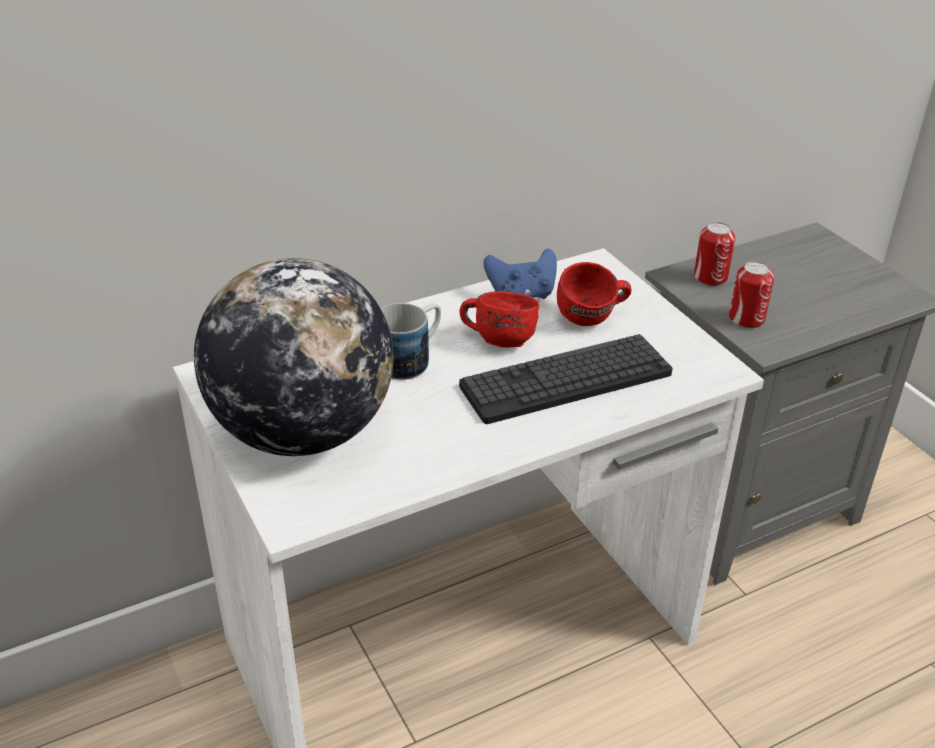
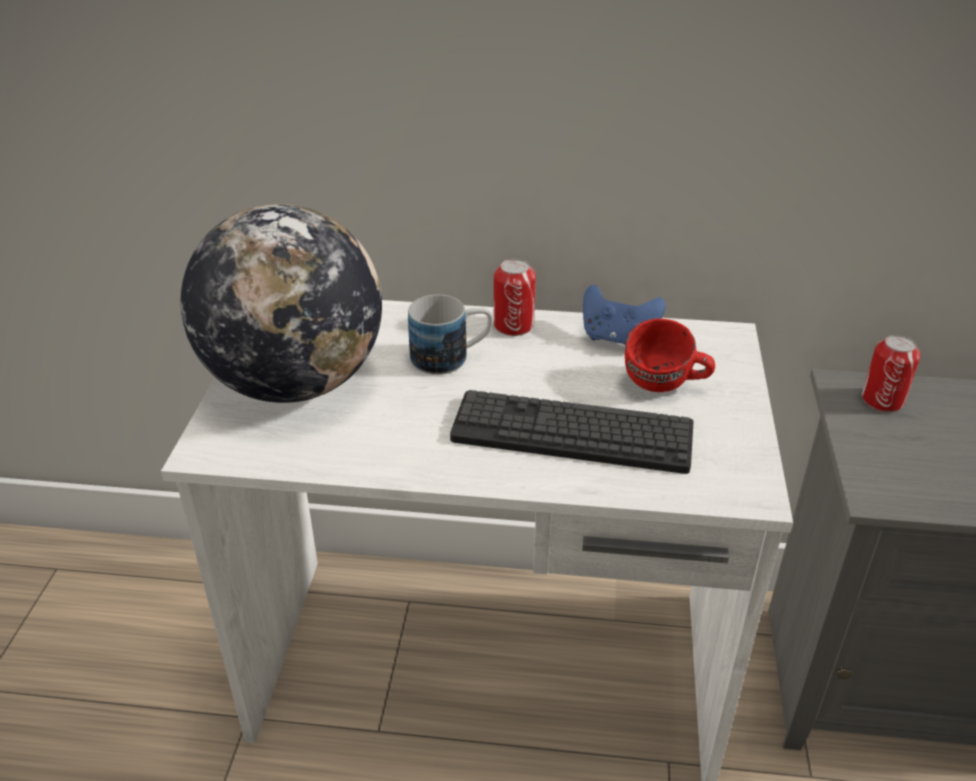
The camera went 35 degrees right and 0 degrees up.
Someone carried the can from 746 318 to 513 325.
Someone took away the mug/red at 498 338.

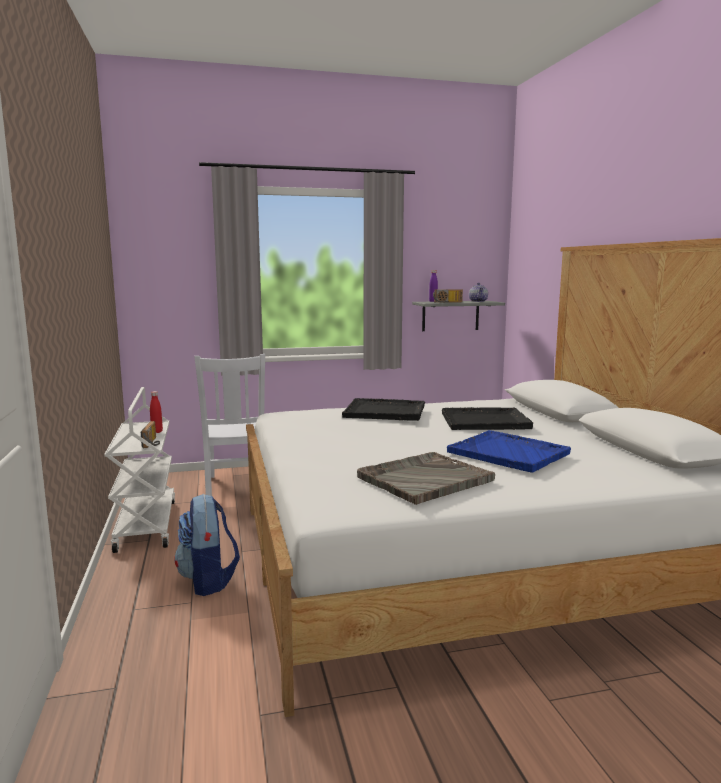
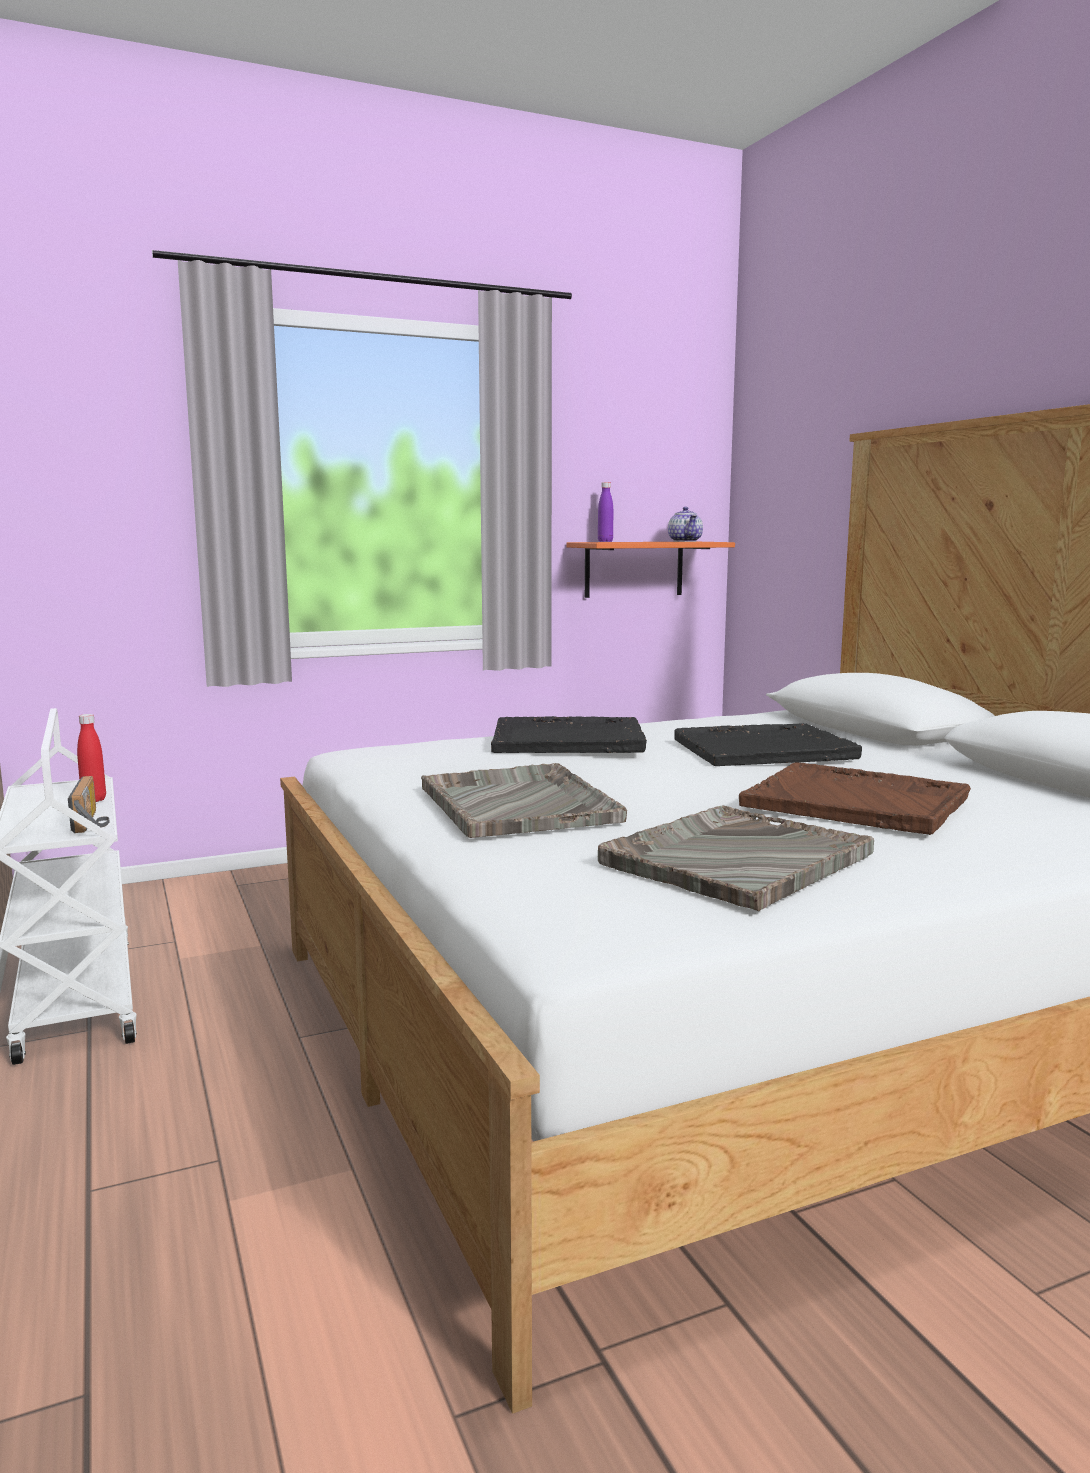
The camera went 10 degrees left and 0 degrees up.
Someone put down the tray/grey at 517 804.
Someone repainted the shelf/grey at 450 315, which became the shelf/orange at 634 569.
Someone repainted the tray/blue at 509 453, which became the tray/brown at 857 802.
Someone took away the backpack at 208 580.
Someone took away the chair/white at 236 487.
Someone took away the radio at 447 302.

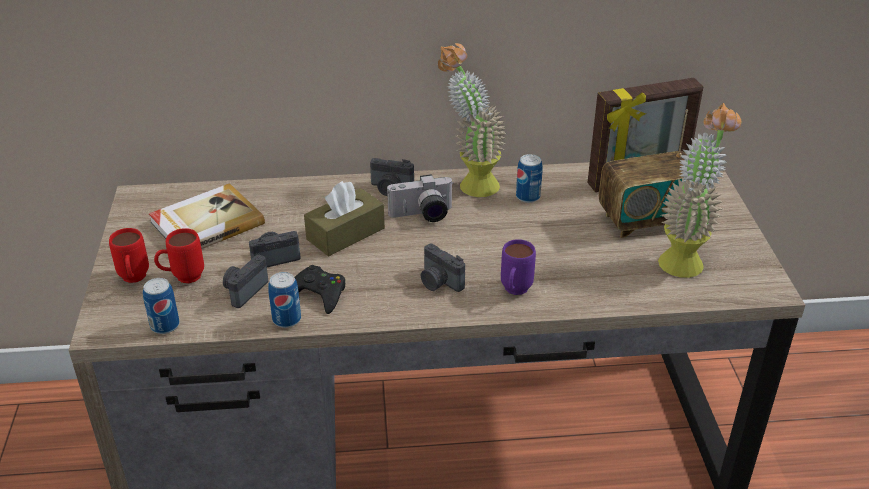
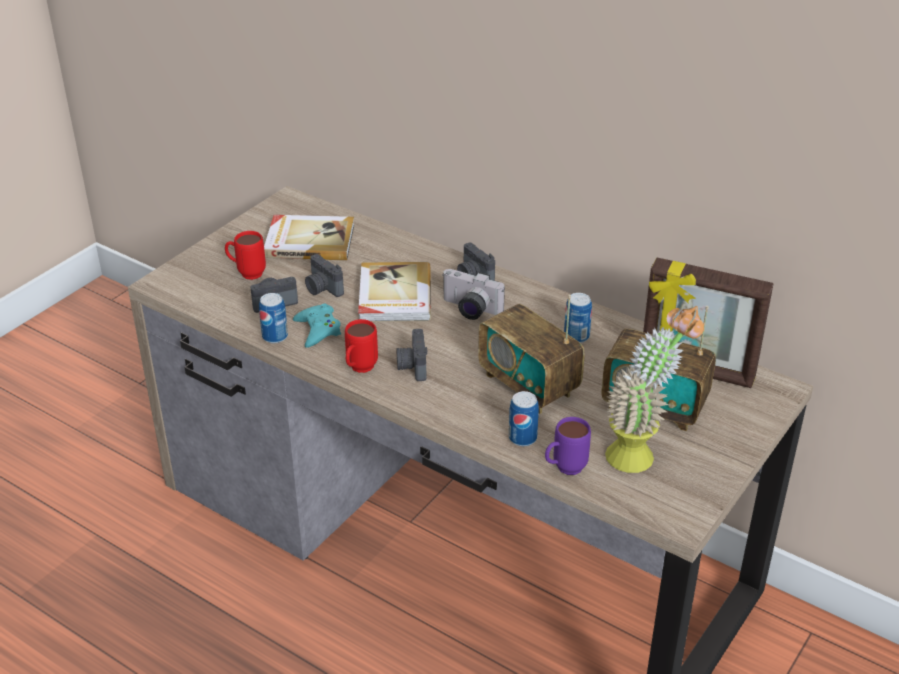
The camera went 40 degrees right and 0 degrees up.
Someone repainted the game controller/black at 318 294, which became the game controller/turquoise at 318 330.
Someone rotated the photo camera at 274 257 by 150 degrees counterclockwise.
Someone carried the mug/red from 134 280 to 359 370.
Someone swapped the tissue box/brown at 345 234 for the book at 393 296.
Someone put down the radio at 529 385.
Someone carried the can from 165 325 to 522 438.
Someone carried the mug/purple from 514 292 to 564 469.
Someone took away the potted plant at 469 183.

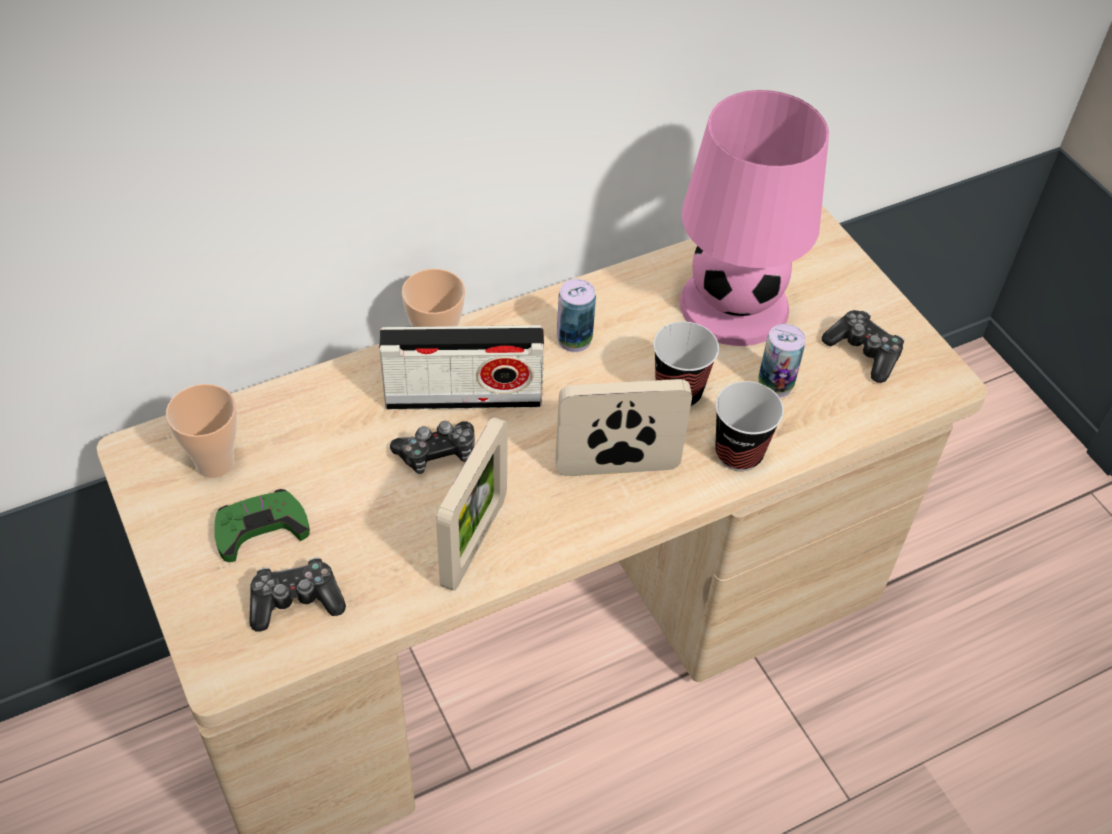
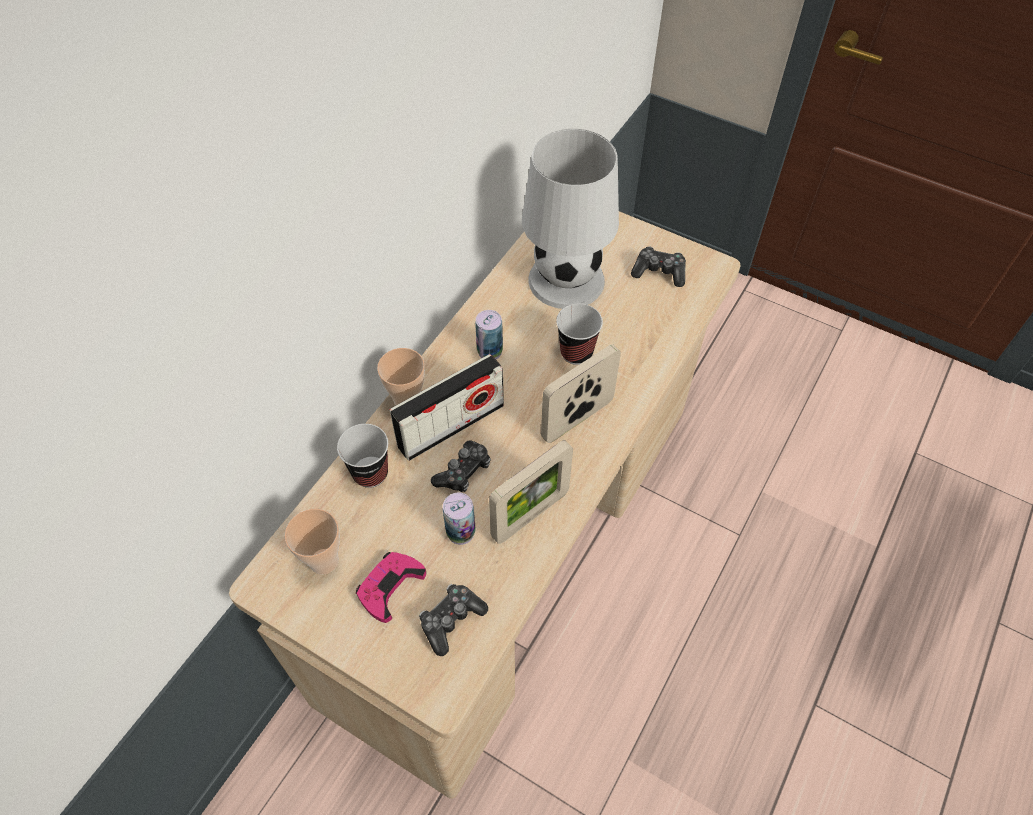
The camera went 30 degrees left and 5 degrees up.
Someone carried the cup from 738 453 to 370 473.
Someone repainted the game controller/green at 260 528, which became the game controller/pink at 390 586.
Someone carried the can from 775 384 to 460 532.
Someone rotated the picture frame at 474 542 by 60 degrees clockwise.
Someone repainted the table lamp/pink at 732 305, which became the table lamp/white at 566 280.

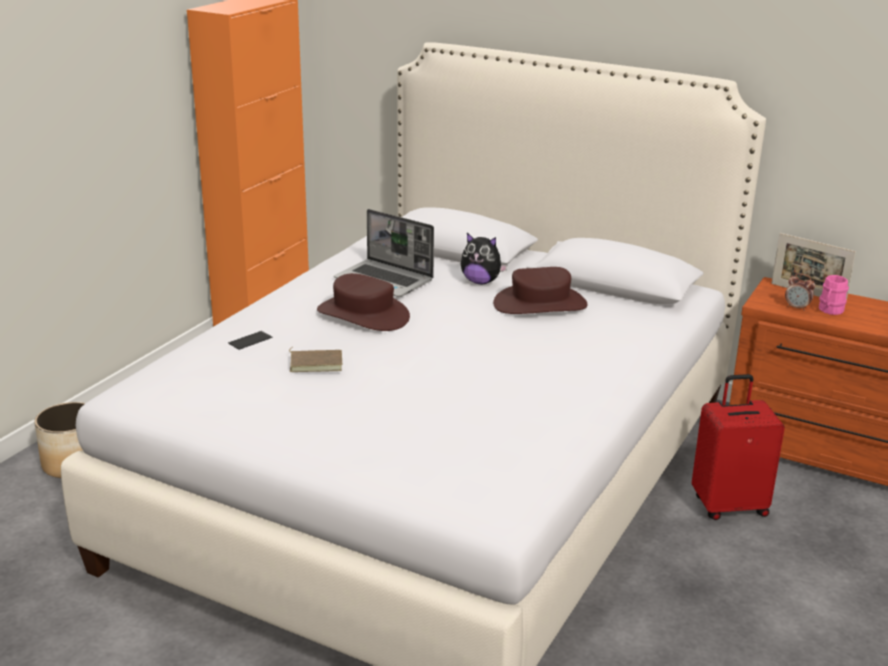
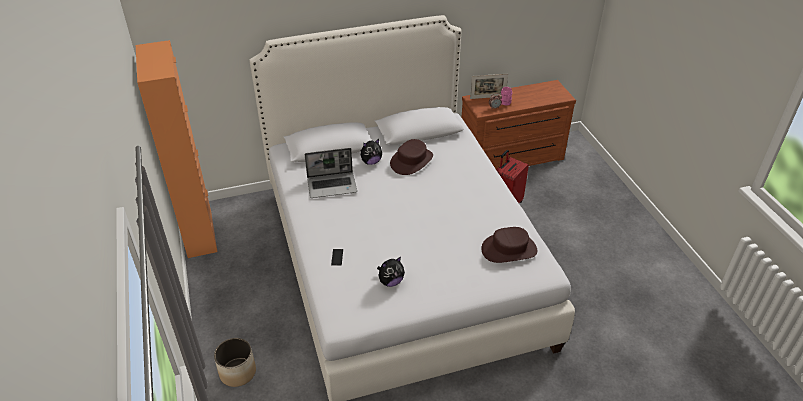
The camera went 45 degrees left and 15 degrees up.
Someone put down the plush toy at 390 281.
Someone carried the hat/brown from 363 314 to 509 249.
Someone took away the book/brown at 316 363.

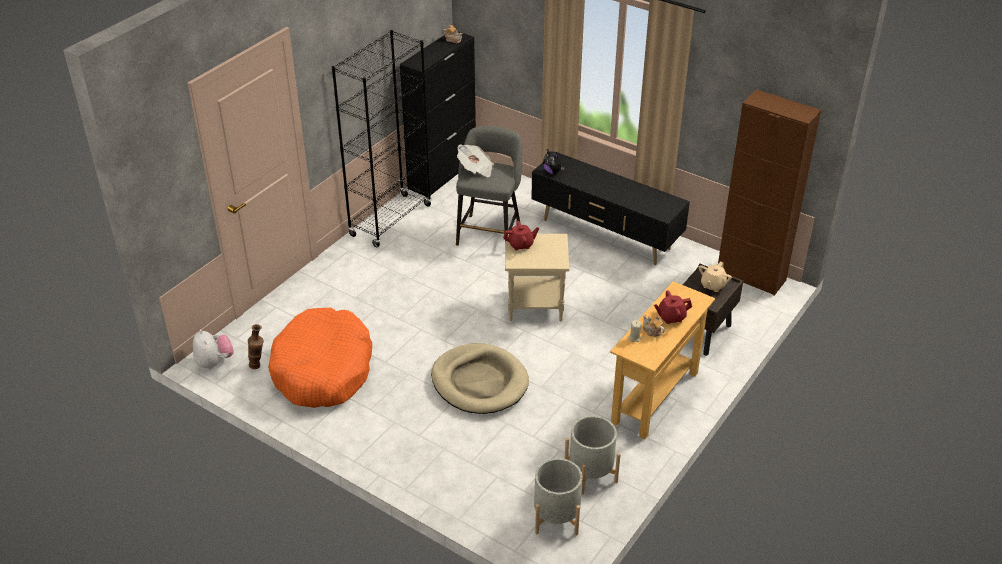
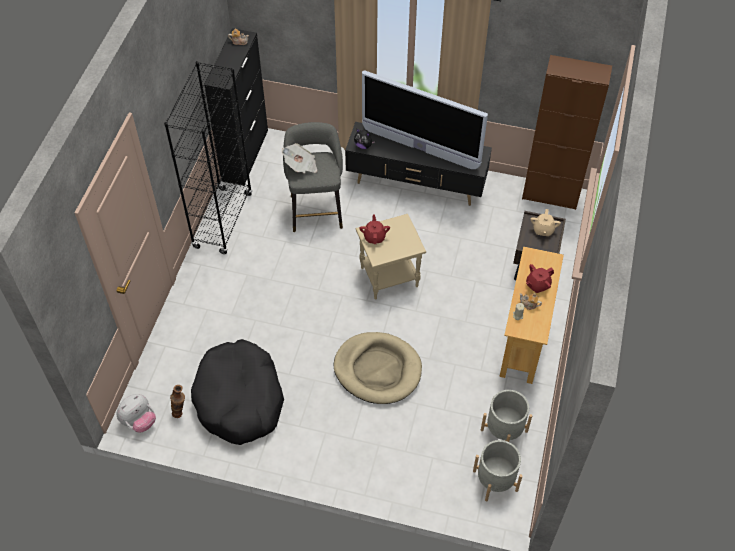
The camera went 20 degrees left and 15 degrees up.
Someone rotated the plush toy at 214 362 by 90 degrees clockwise.
Someone repainted the dog bed/orange at 323 370, which became the dog bed/black at 239 399.
Someone rotated the teapot/red at 521 245 by 60 degrees counterclockwise.
Someone put down the television at 420 149.

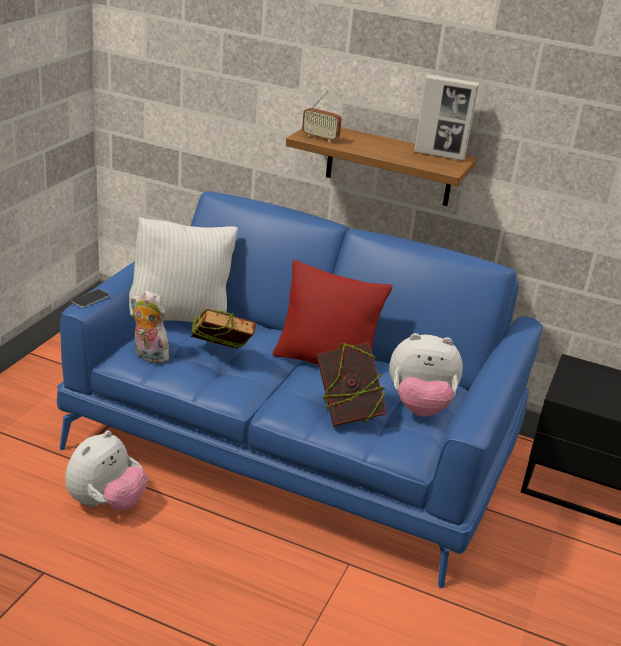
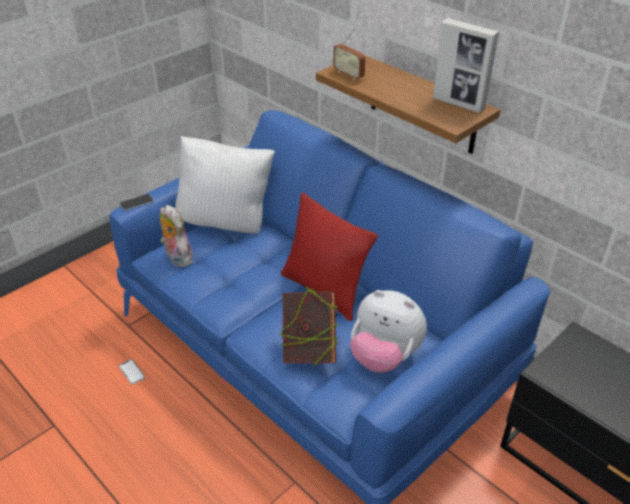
The camera went 25 degrees right and 10 degrees up.
Someone swapped the plush toy at 106 503 for the phone at 132 372.
Someone took away the book at 221 358.

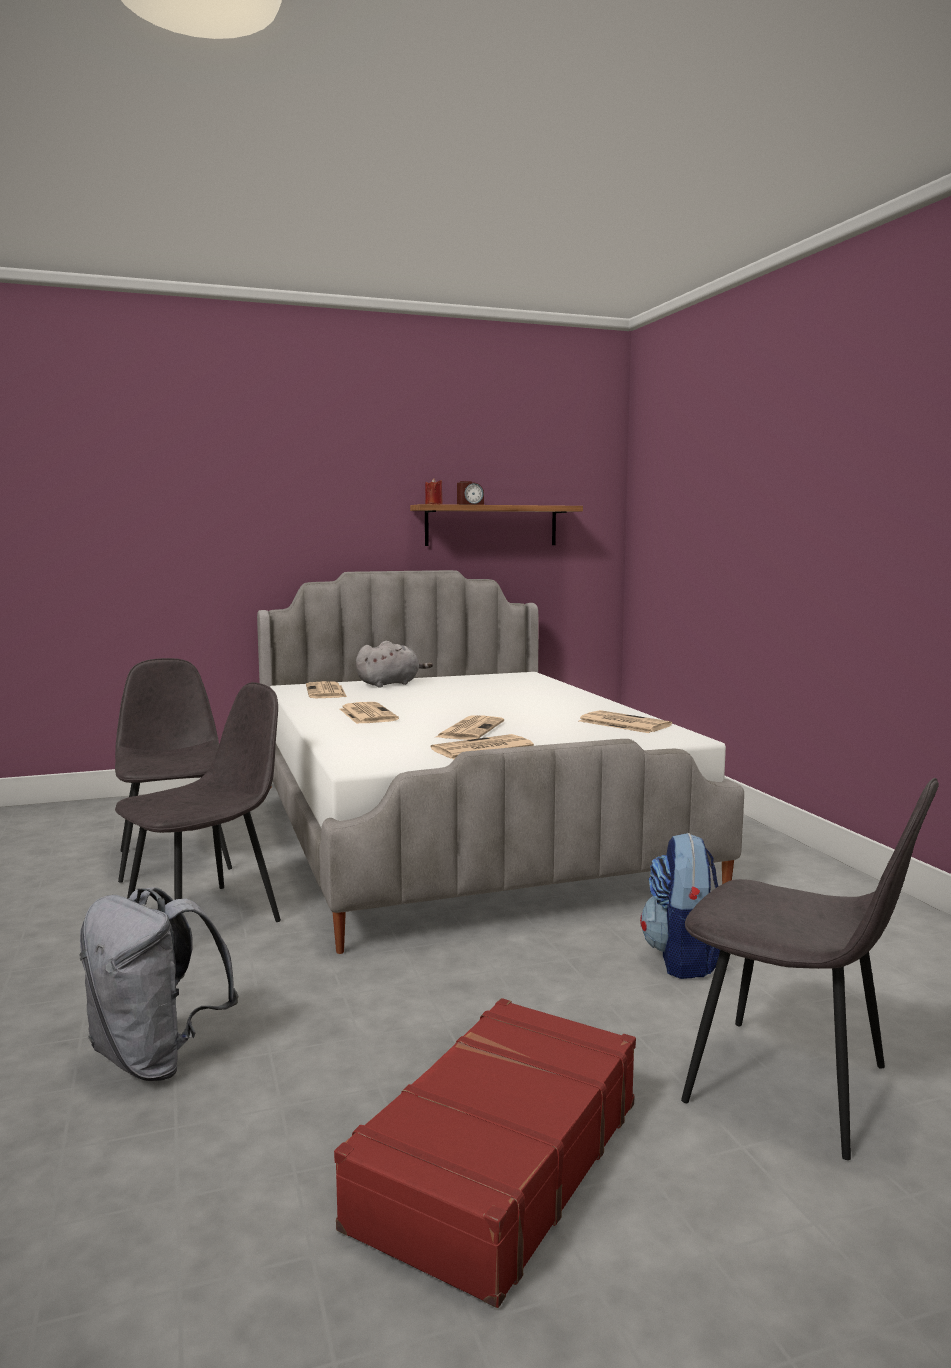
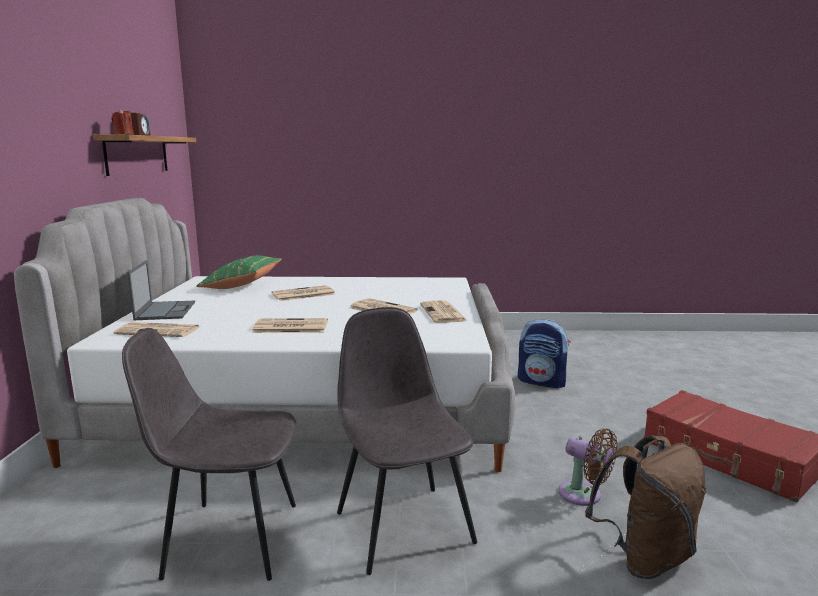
The camera went 70 degrees left and 5 degrees up.
Someone swapped the plush toy/grey at 390 684 for the laptop at 165 310.
Someone put down the pillow/green at 241 285.
Someone carried the newspaper from 622 723 to 302 294.
Someone put down the fan/brown at 584 495.
Someone repainted the backpack/grey at 156 1058, which became the backpack/brown at 644 557.
Someone took away the chair/grey at 793 1086.

